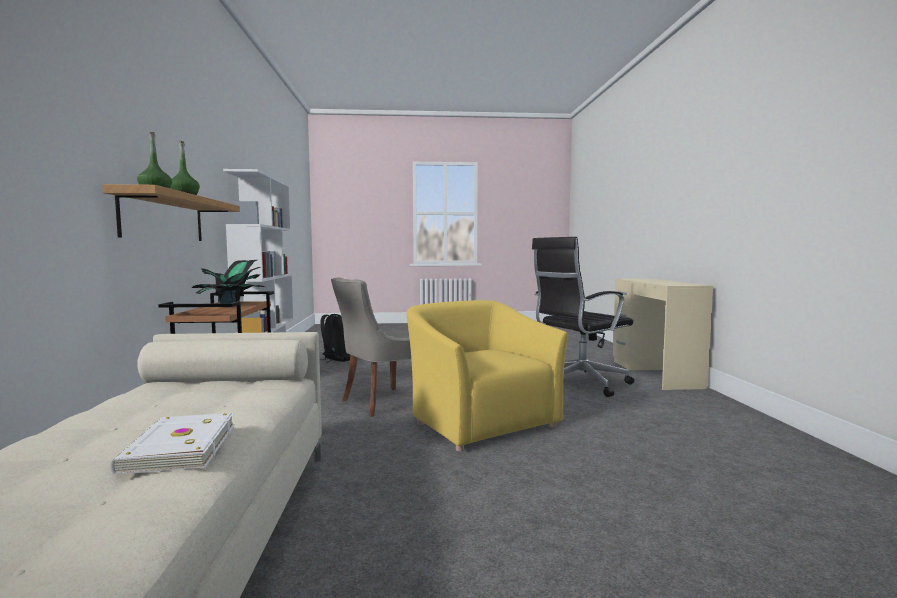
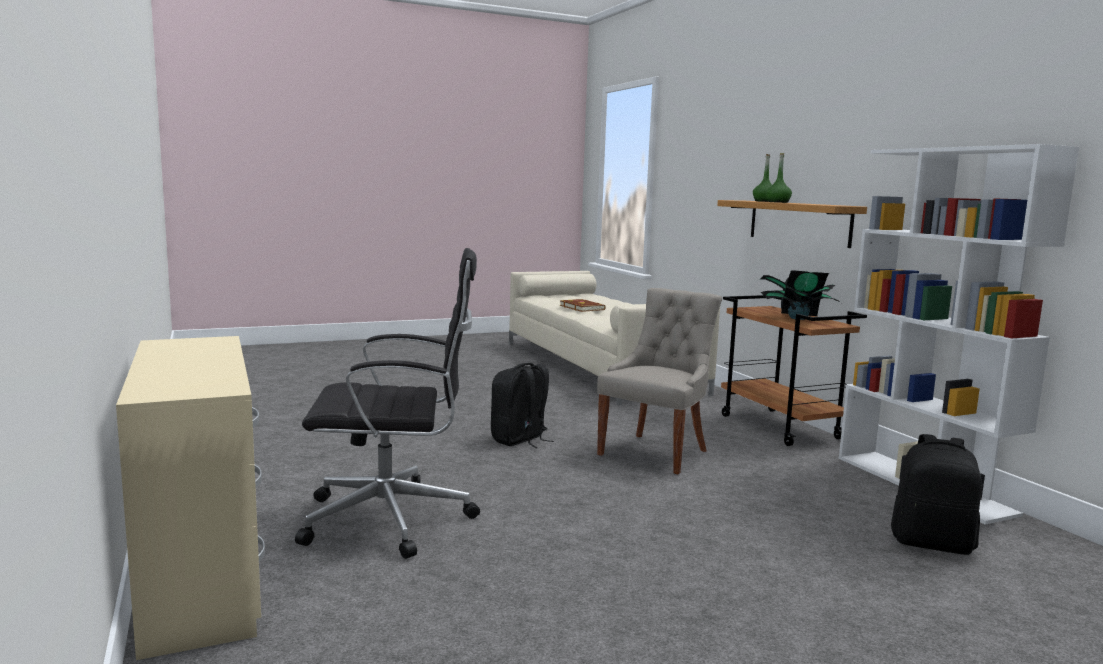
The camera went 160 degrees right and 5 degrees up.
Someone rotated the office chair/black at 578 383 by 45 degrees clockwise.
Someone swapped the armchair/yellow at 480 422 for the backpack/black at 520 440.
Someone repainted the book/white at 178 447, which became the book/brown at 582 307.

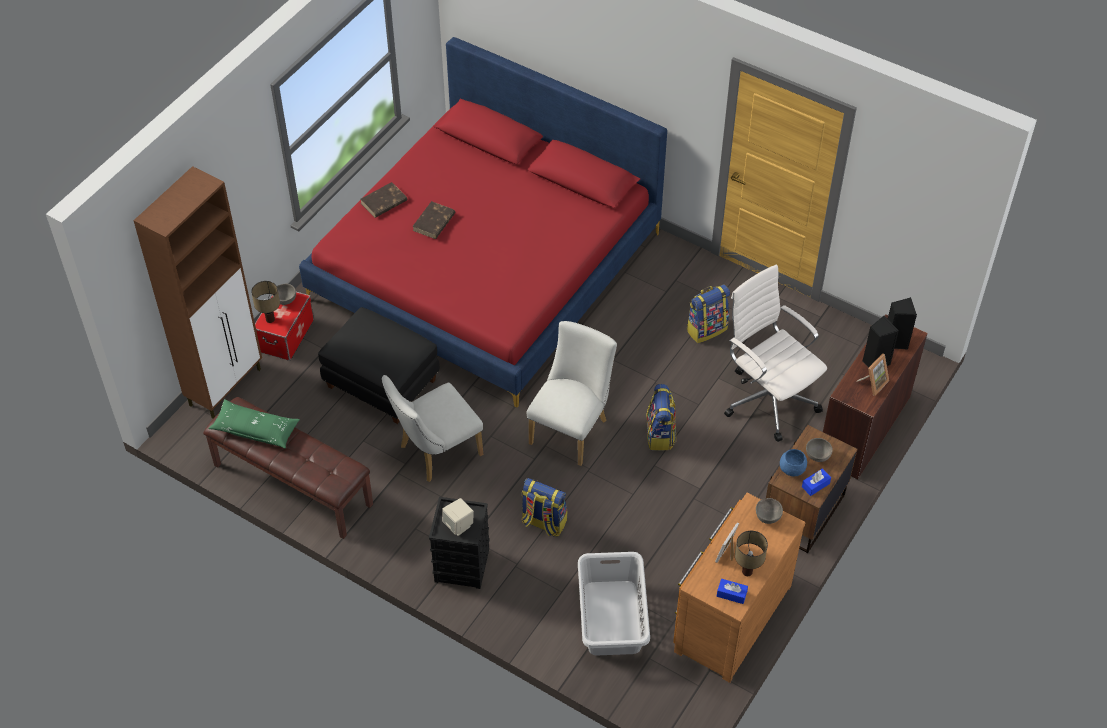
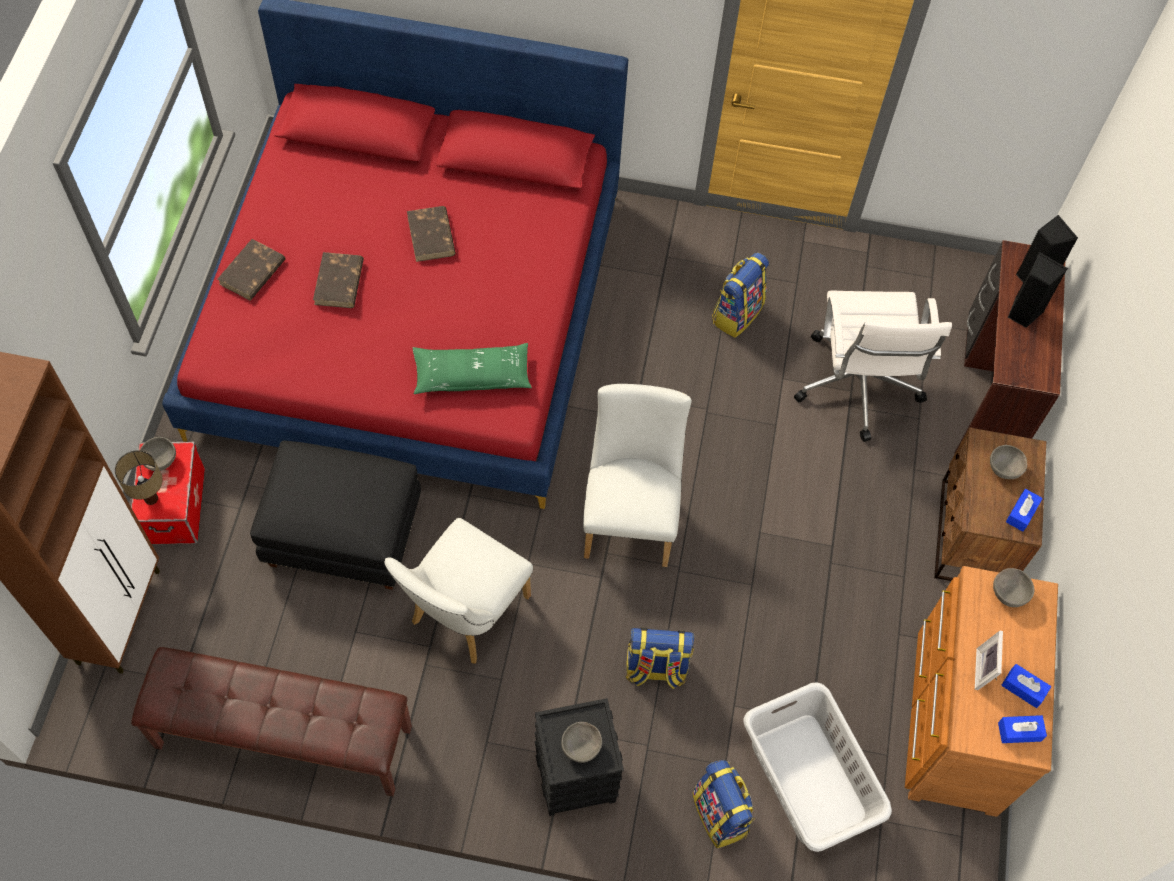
The camera went 25 degrees left and 10 degrees up.
Someone put down the book/brown at 431 236.
Someone carried the pillow/green from 255 429 to 472 375.
Someone swapped the speaker/beige at 459 525 for the bowl/grey at 581 747.
Someone carried the backpack from 660 435 to 721 814.
Someone rotated the office chair/white at 768 398 by 120 degrees counterclockwise.
Someone swapped the table lamp at 747 572 for the tissue box/blue at 1023 688.
Someone took away the bowl/blue at 792 469.
Someone took away the picture frame at 873 383.

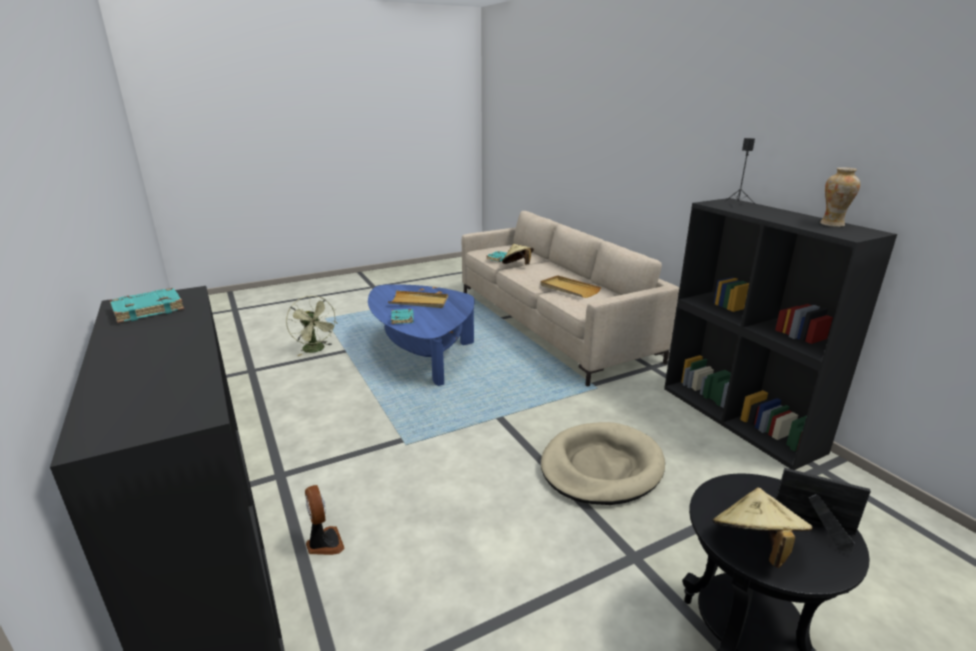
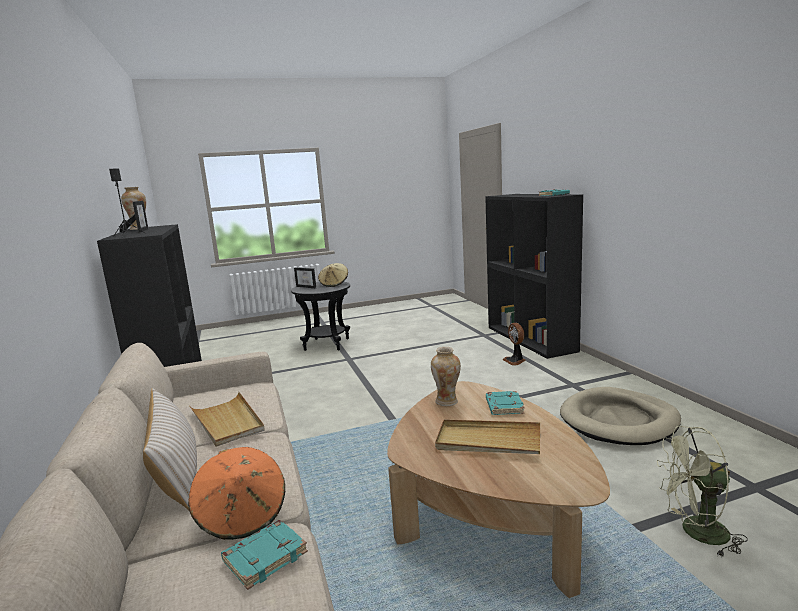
The camera went 170 degrees left and 10 degrees down.
Someone put down the picture frame at 139 231.
Someone put down the pillow/beige at 177 473.
Someone repainted the hat/beige at 517 266, which became the hat/orange at 242 515.
Someone repainted the coffee table/blue at 422 353, which became the coffee table/brown at 488 514.
Someone put down the vase at 447 402.
Someone carried the dog bed/beige from 601 467 to 619 421.
Someone rotated the fan/green at 316 350 by 60 degrees counterclockwise.

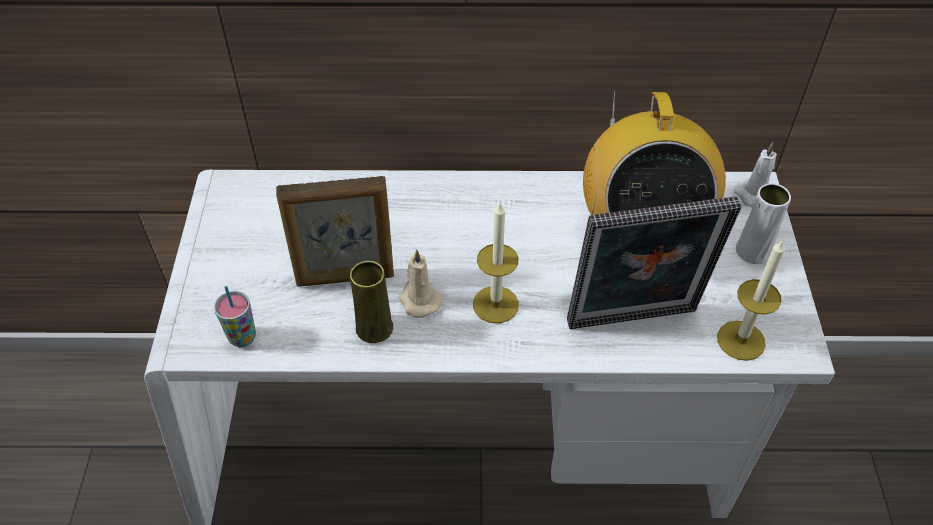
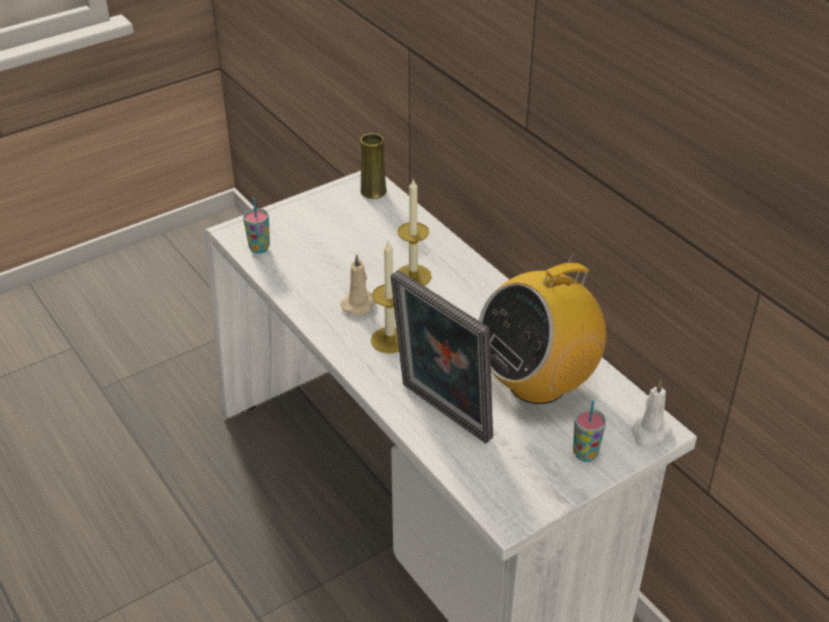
The camera went 55 degrees right and 10 degrees down.
Someone carried the vase/yellow from 374 328 to 373 191.
Someone carried the candle from 741 340 to 413 276.
Someone swapped the vase/white at 753 251 for the cup at 585 454.
Someone took away the picture frame at 345 278.

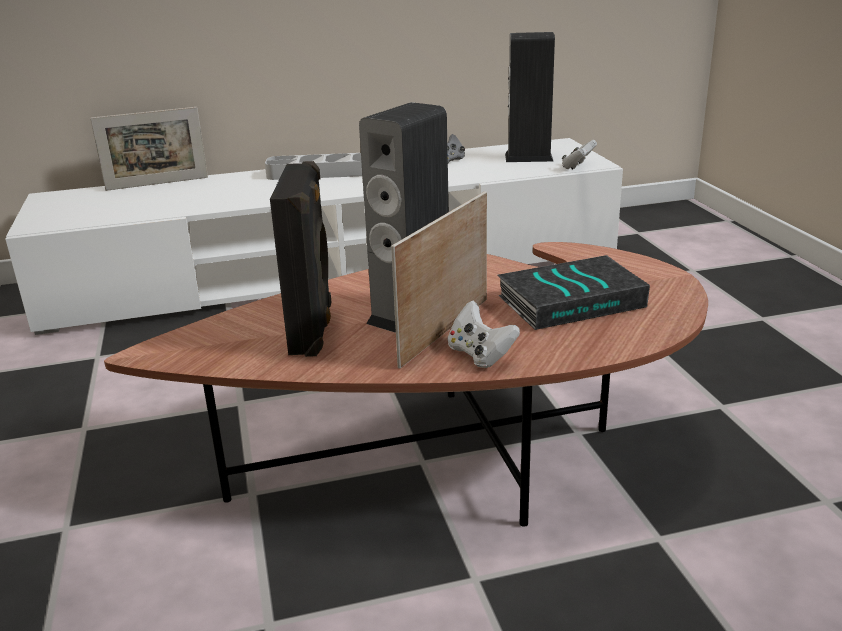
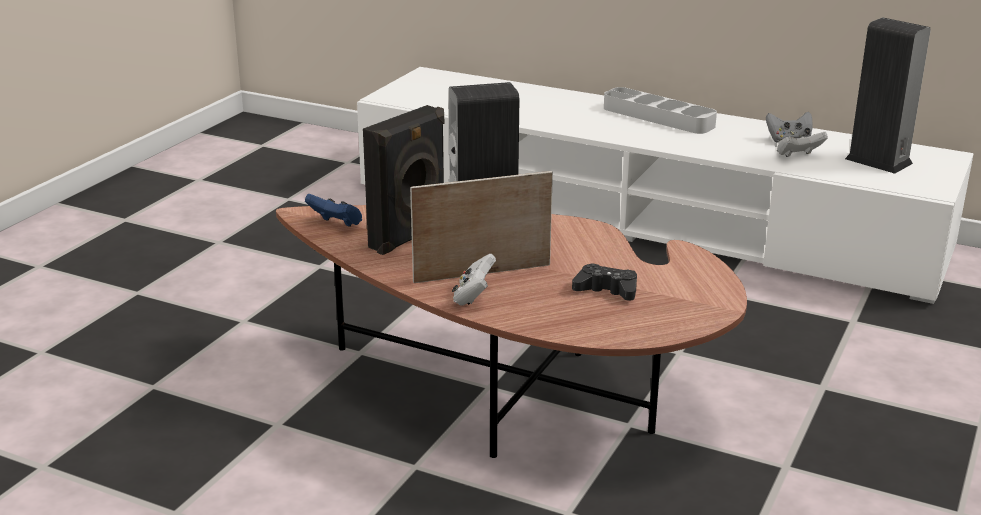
The camera went 40 degrees right and 0 degrees up.
Someone put down the game controller/blue at 336 224.
Someone swapped the book at 571 300 for the game controller/black at 607 290.
Someone carried the game controller/white from 578 167 to 798 156.
Someone took away the picture frame at 157 183.

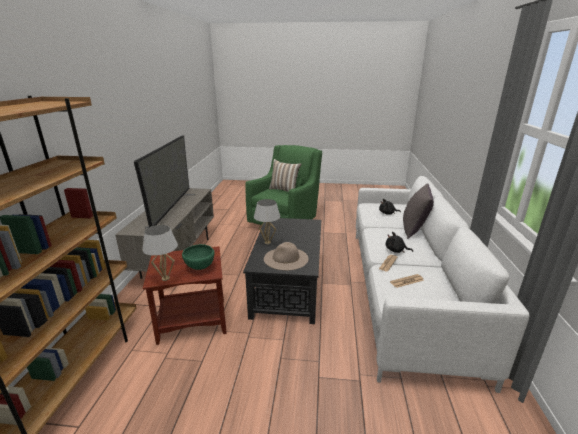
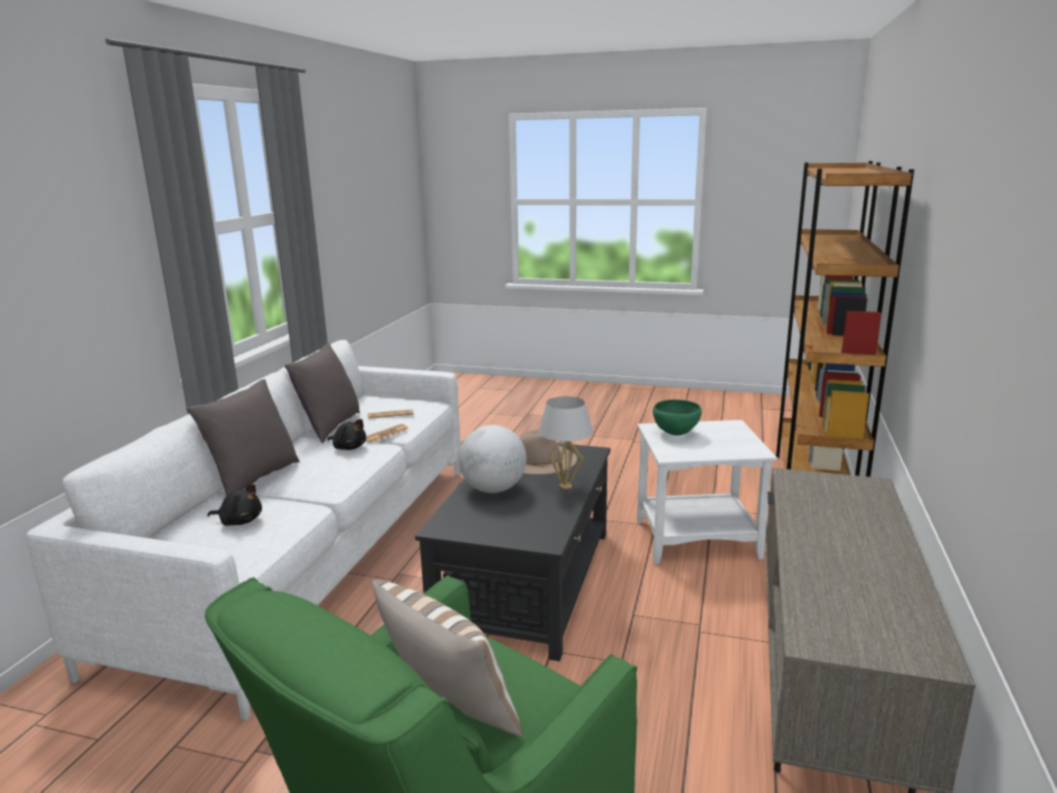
The camera went 170 degrees left and 5 degrees down.
Someone put down the pillow/grey at 329 427.
Someone put down the globe at 493 489.
Someone repainted the side table/brown at 192 321, which became the side table/white at 696 538.
Someone took away the television at 172 209.
Someone took away the table lamp/white at 165 278.

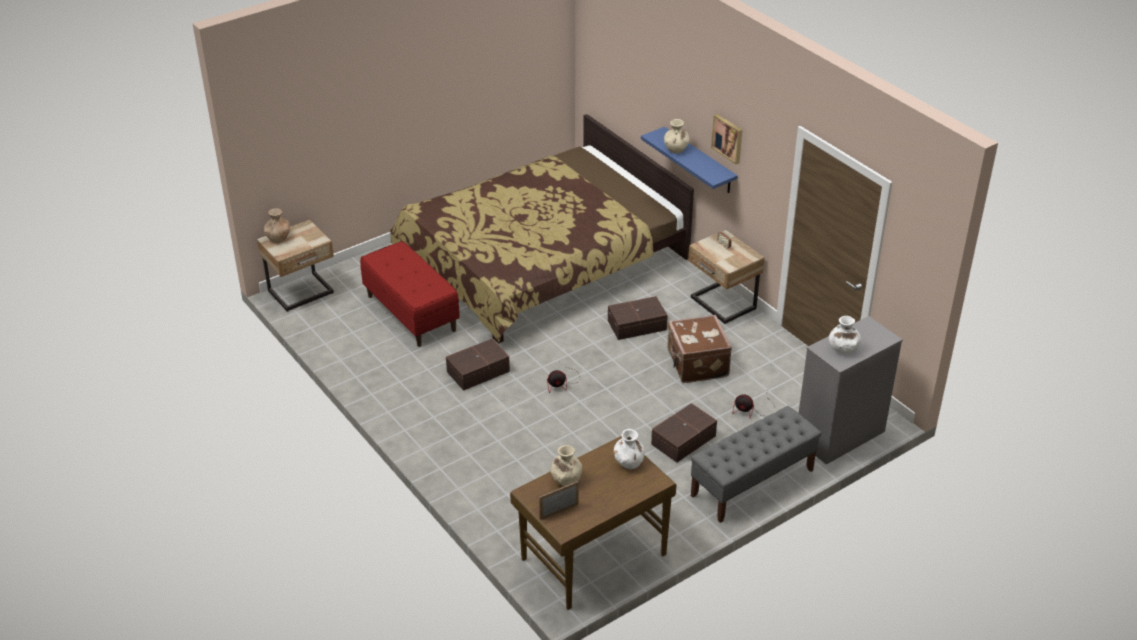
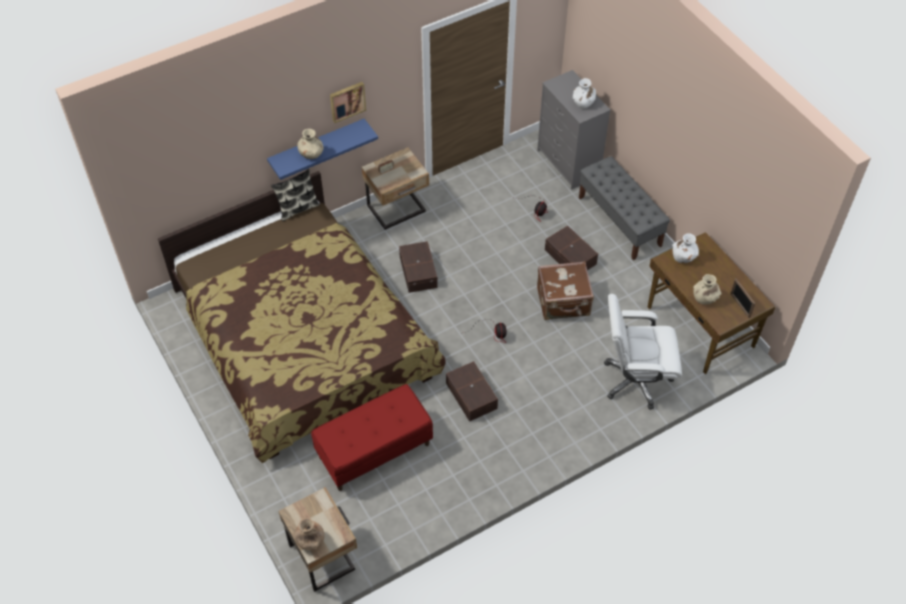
The camera went 85 degrees left and 15 degrees up.
Someone put down the pillow at 297 208.
Someone carried the suitcase/brown from 696 364 to 563 302.
Someone put down the office chair/white at 635 380.

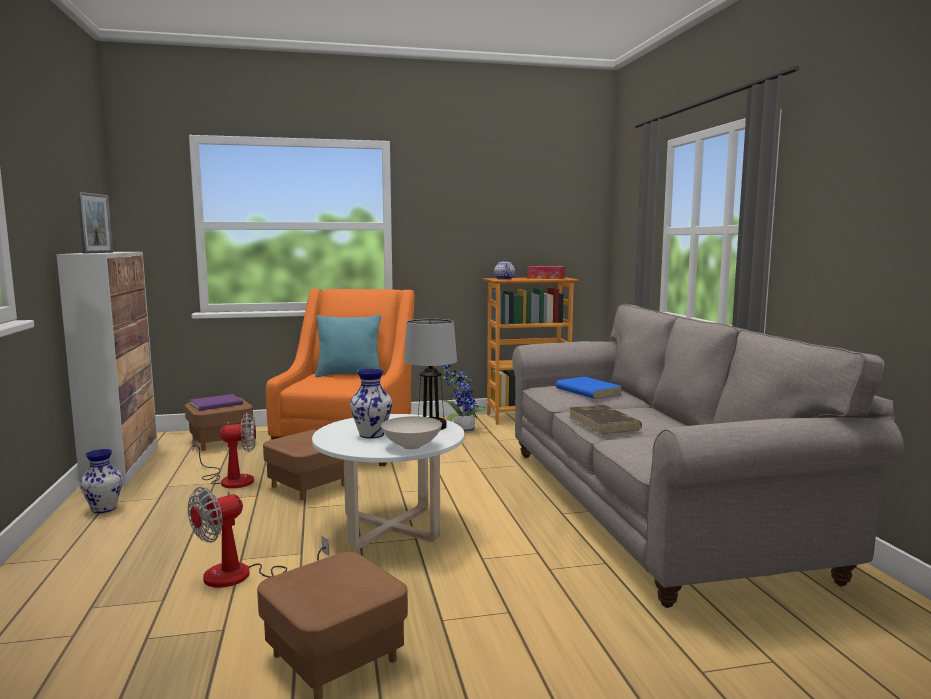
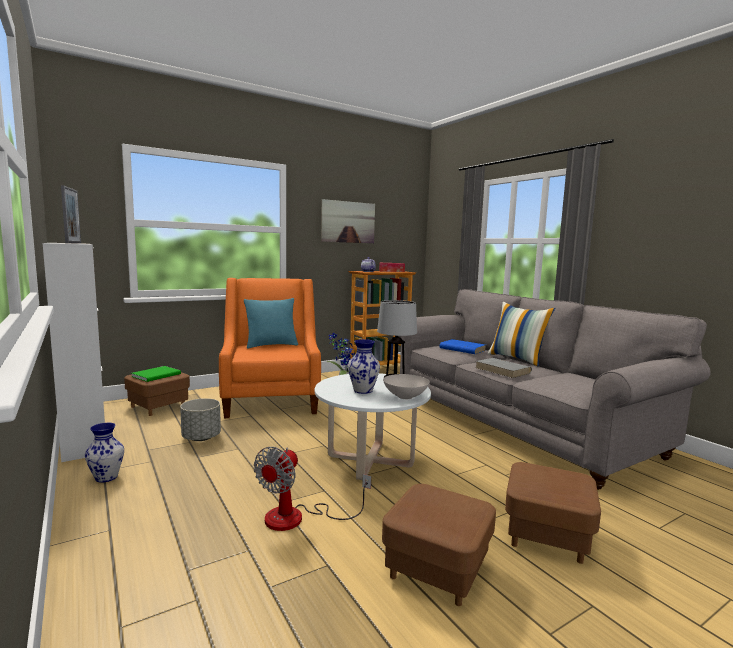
The camera went 20 degrees left and 0 degrees up.
Someone repainted the book/purple at 218 404, which became the book/green at 158 375.
Someone swapped the fan at 230 479 for the planter/grey at 201 438.
Someone put up the picture at 348 222.
Someone repainted the book/brown at 604 423, which became the book/grey at 503 370.
Someone put down the pillow at 517 359.
Someone carried the ottoman/brown from 309 486 to 547 535.

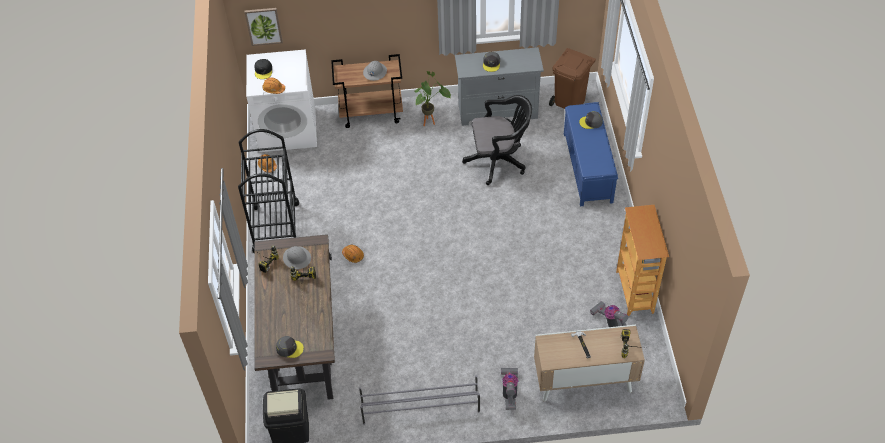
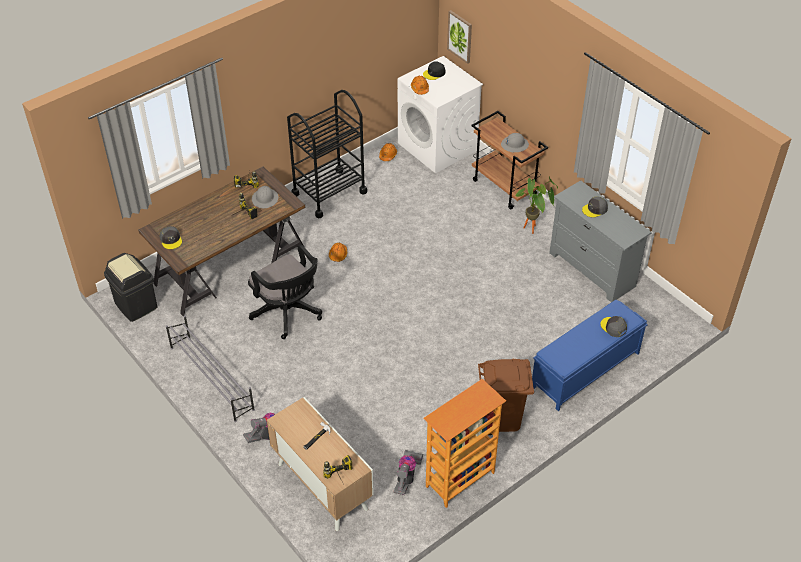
The camera went 55 degrees right and 5 degrees down.
Someone carried the office chair/black from 499 160 to 288 313.
Someone carried the trash can/brown from 570 102 to 502 419.

